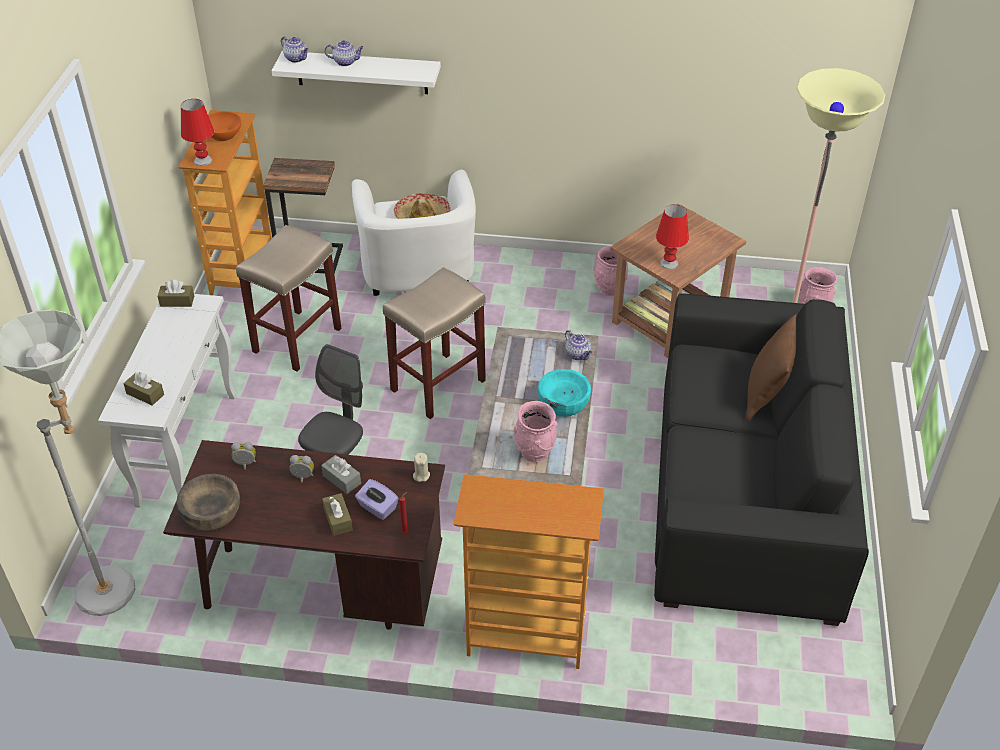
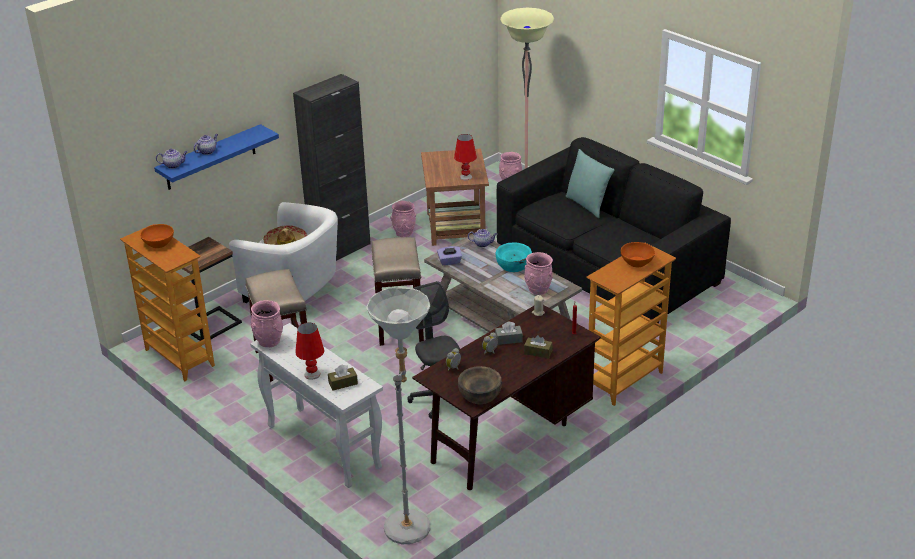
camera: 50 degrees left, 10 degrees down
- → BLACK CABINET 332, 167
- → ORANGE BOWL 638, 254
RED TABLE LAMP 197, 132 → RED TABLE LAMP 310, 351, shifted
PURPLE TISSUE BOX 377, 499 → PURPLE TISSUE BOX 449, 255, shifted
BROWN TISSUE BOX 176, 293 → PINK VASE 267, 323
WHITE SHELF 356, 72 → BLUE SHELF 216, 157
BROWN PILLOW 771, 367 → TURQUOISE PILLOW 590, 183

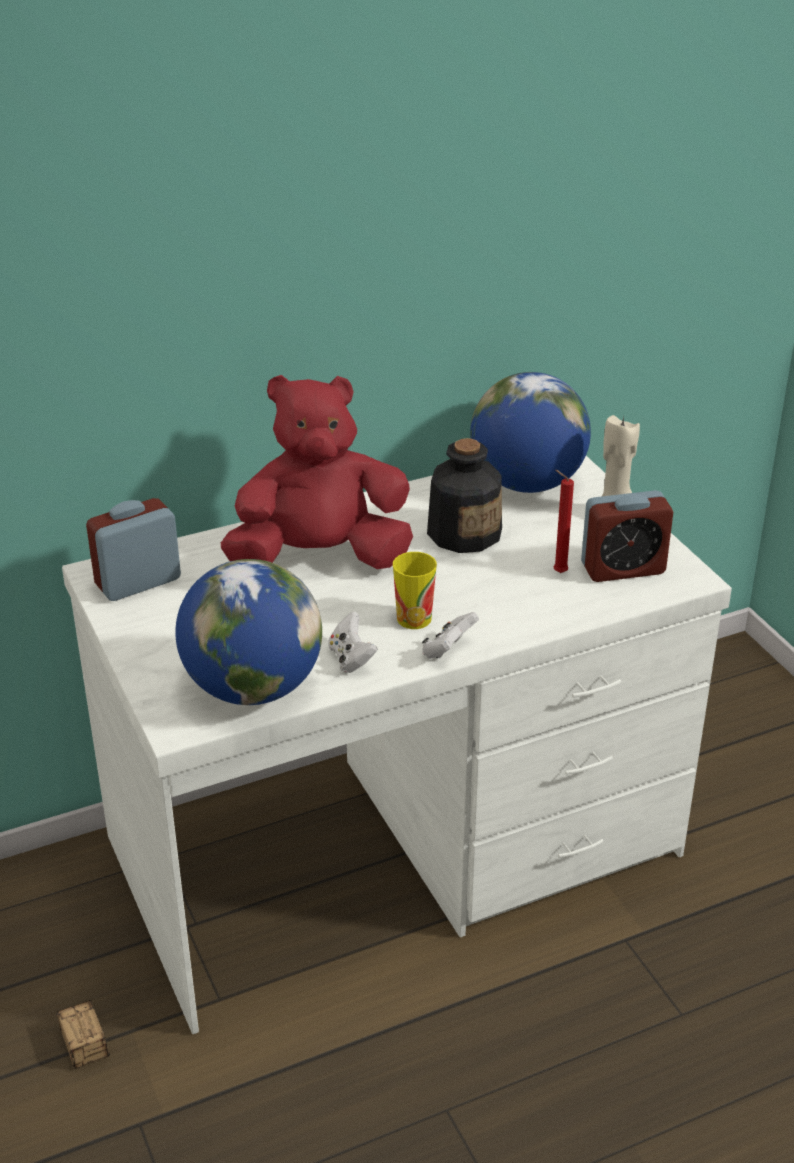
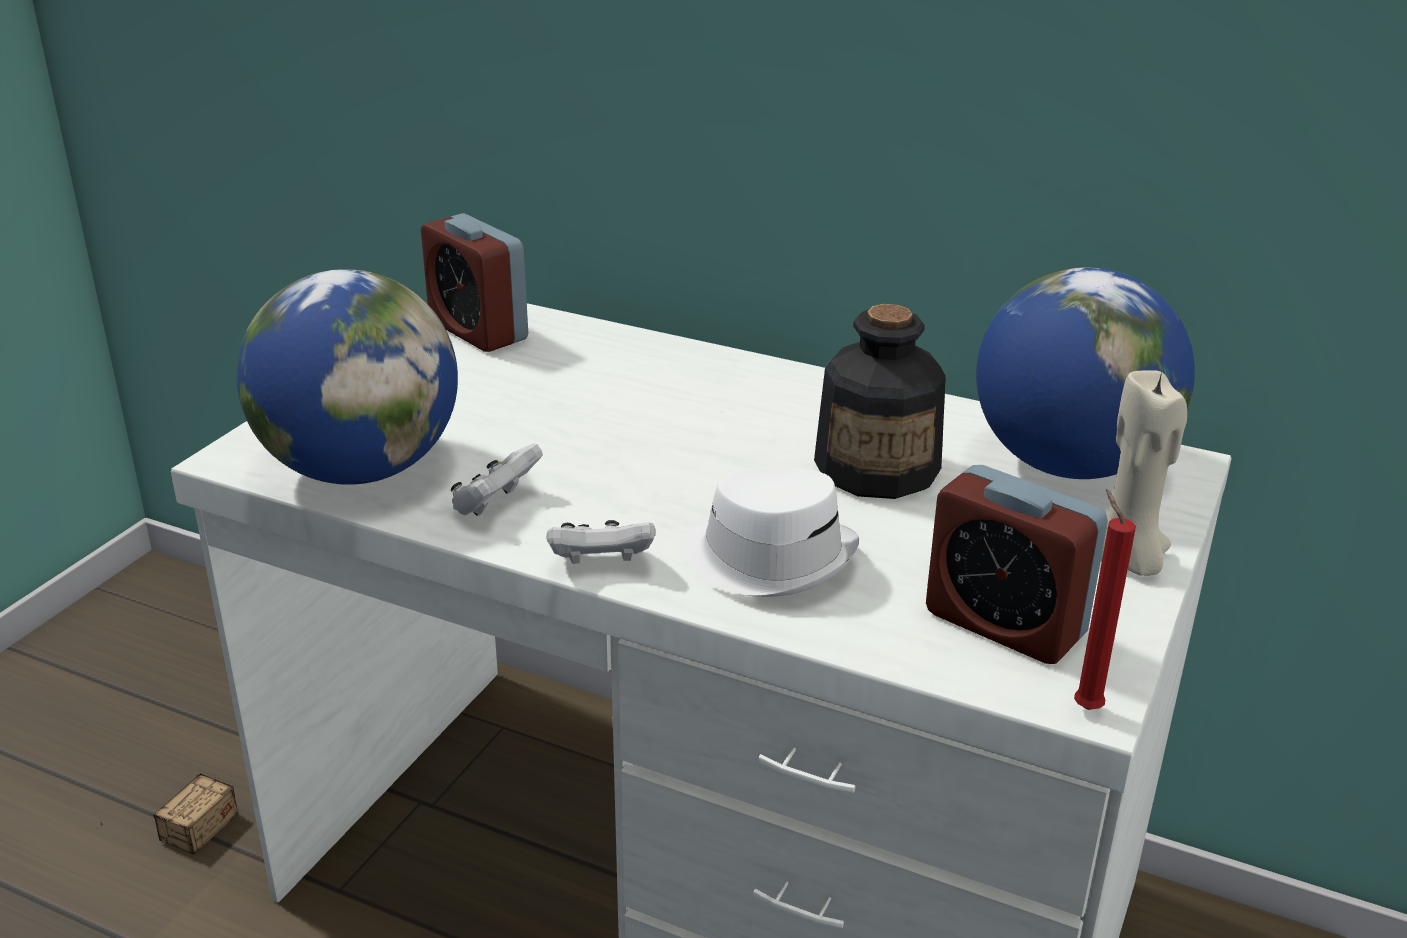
camera: 50 degrees right, 5 degrees down
RED PLUSH TOY 317, 472 → -
CUP 415, 590 → -
- → WHITE HAT 771, 532
RED CANDLE 564, 521 → RED CANDLE 1105, 599, shifted
ALARM CLOCK 133, 549 → ALARM CLOCK 474, 282, 150 degrees counterclockwise

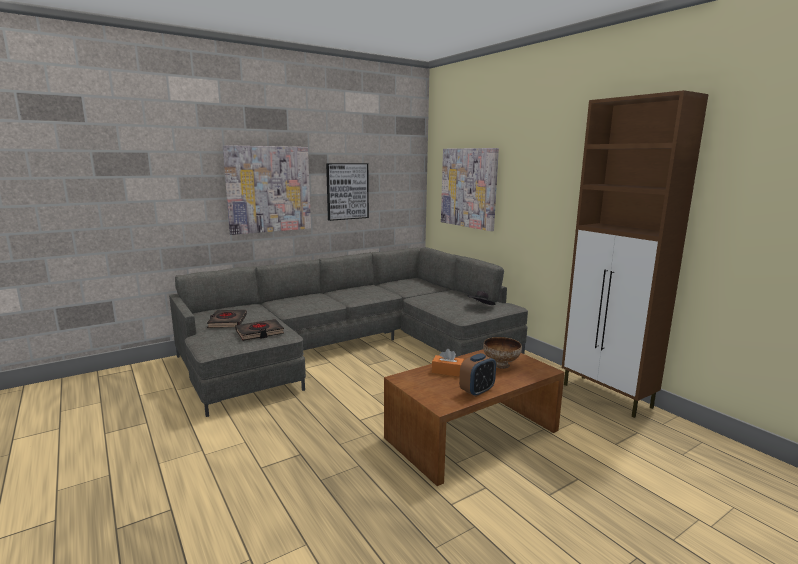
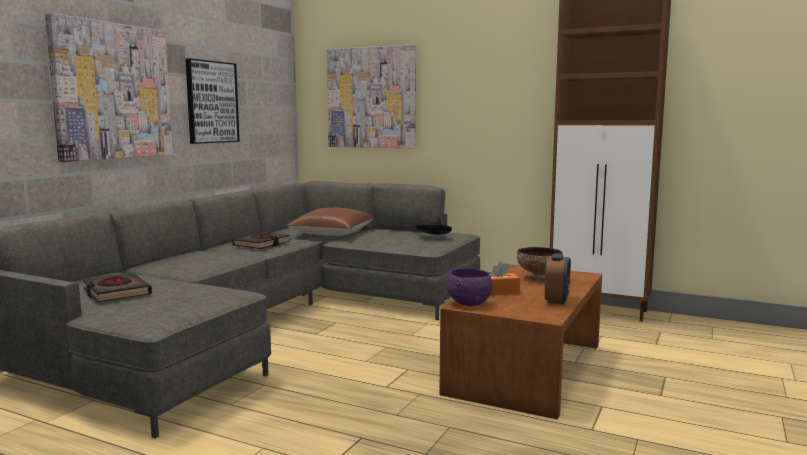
camera: 30 degrees left, 5 degrees down
- → BROWN PILLOW 330, 221
- → PURPLE BOWL 469, 287
BLACK BOOK 259, 330 → BLACK BOOK 261, 240, shifted

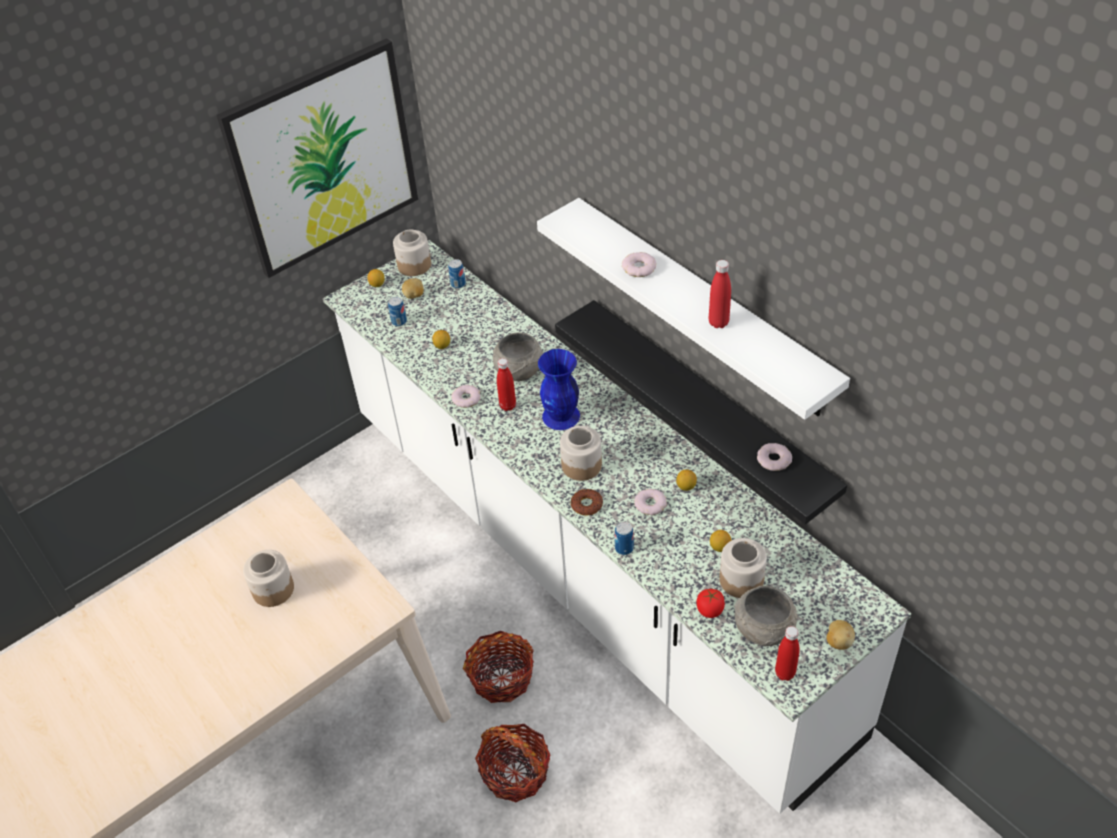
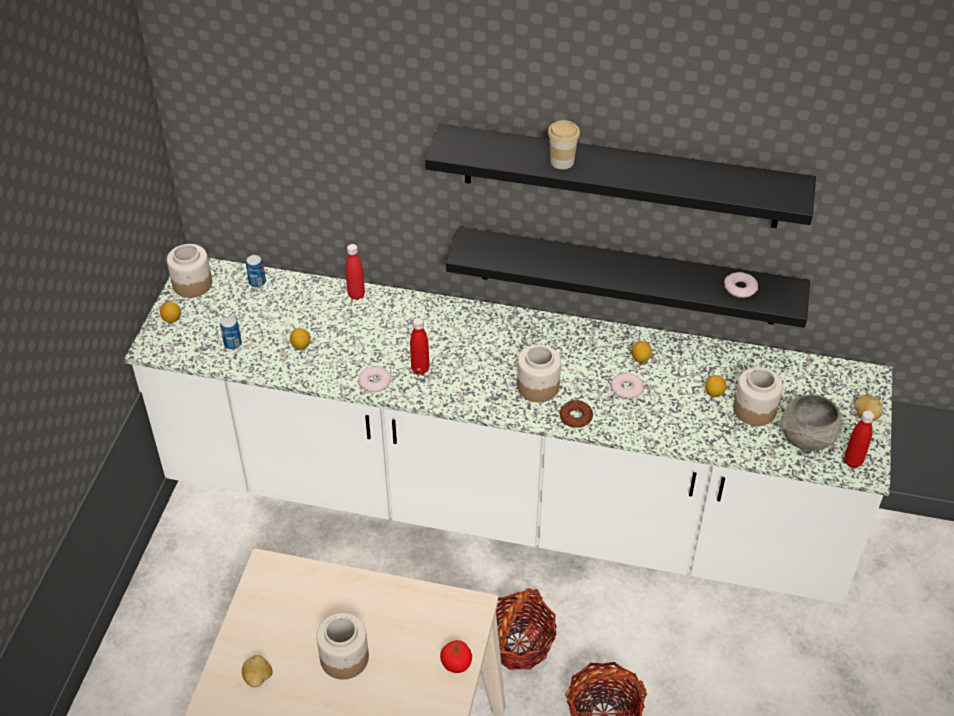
camera: 40 degrees left, 0 degrees up
PICTURE 317, 158 → -
GREY BOWL 518, 356 → -
BLUE VASE 559, 389 → -
CAN 624, 538 → -
POTATO 413, 288 → POTATO 257, 671, shifted
TOMATO 710, 603 → TOMATO 456, 656, shifted
RED BOTTLE 720, 294 → RED BOTTLE 355, 272, shifted
DONUT 639, 264 → CUP 564, 144
WHITE SHELF 693, 309 → BLACK SHELF 620, 176

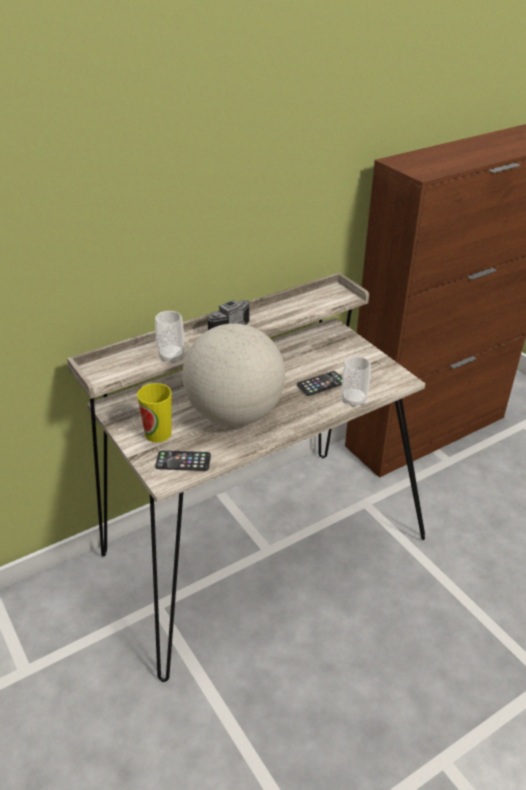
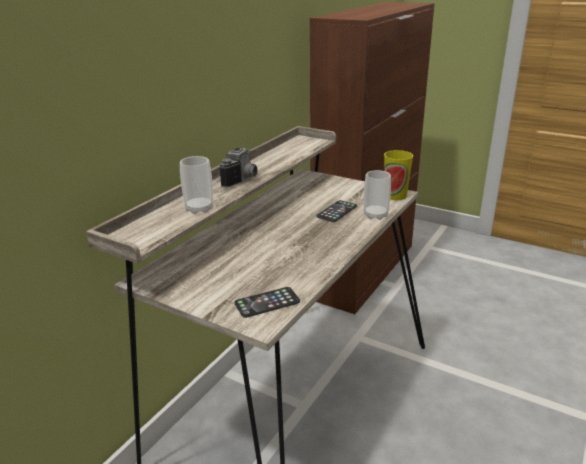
camera: 25 degrees left, 10 degrees down
GLOBE 234, 374 → -
CUP 154, 412 → CUP 398, 175, shifted

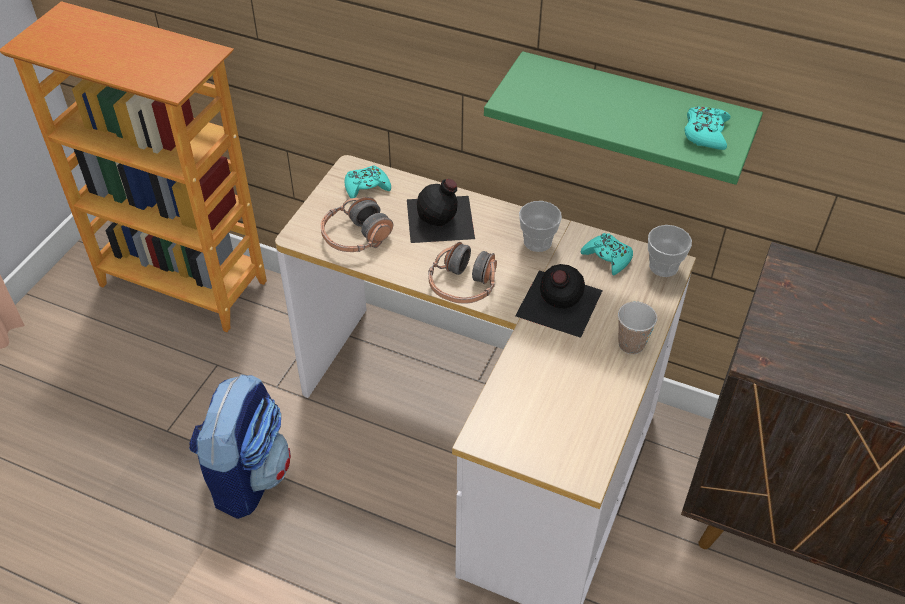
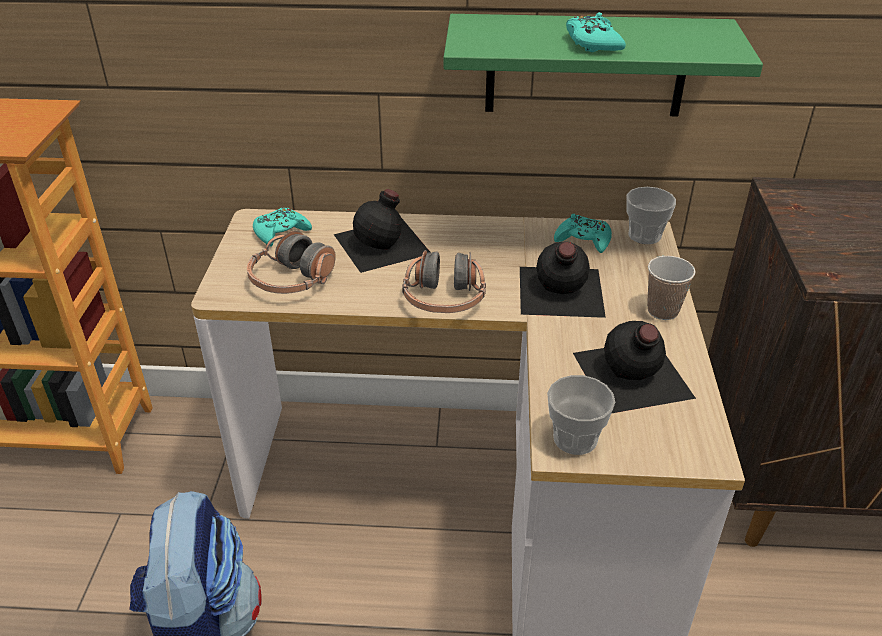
camera: 20 degrees left, 10 degrees down
- → BLACK BOTTLE 634, 367
CUP 540, 226 → CUP 581, 415, shifted
TURQUOISE GAME CONTROLLER 707, 128 → TURQUOISE GAME CONTROLLER 596, 32, shifted

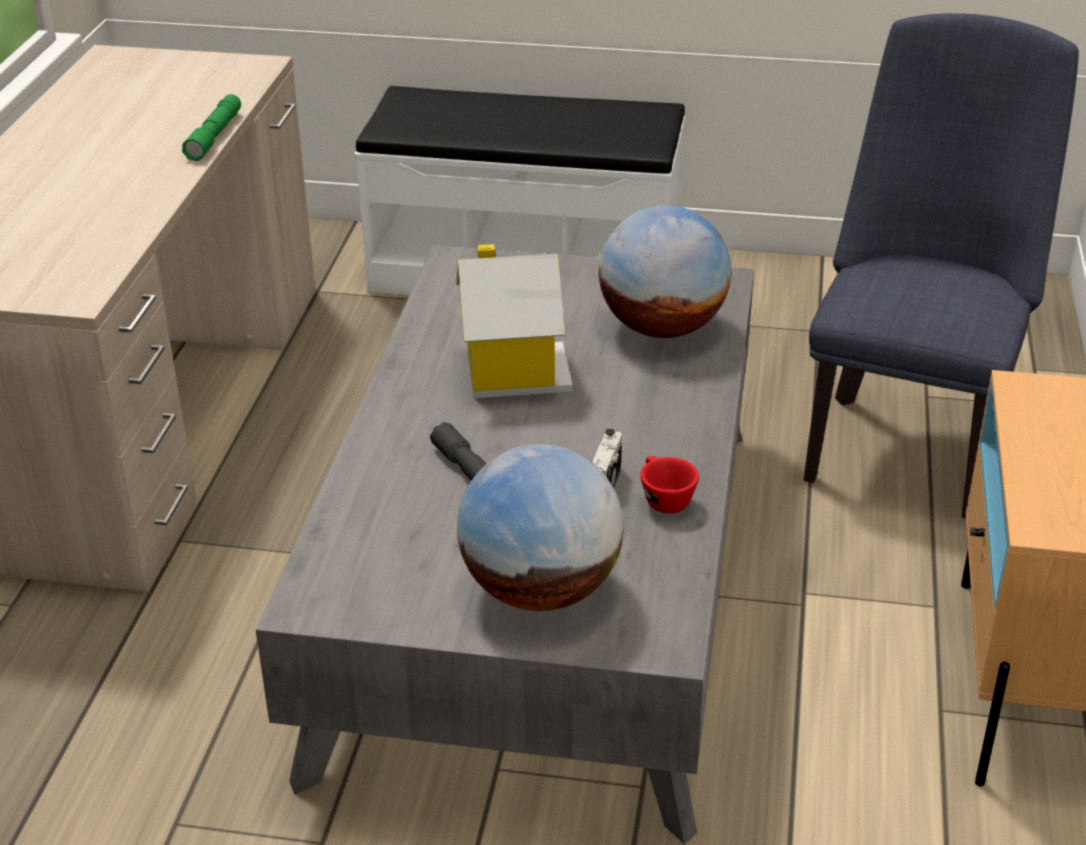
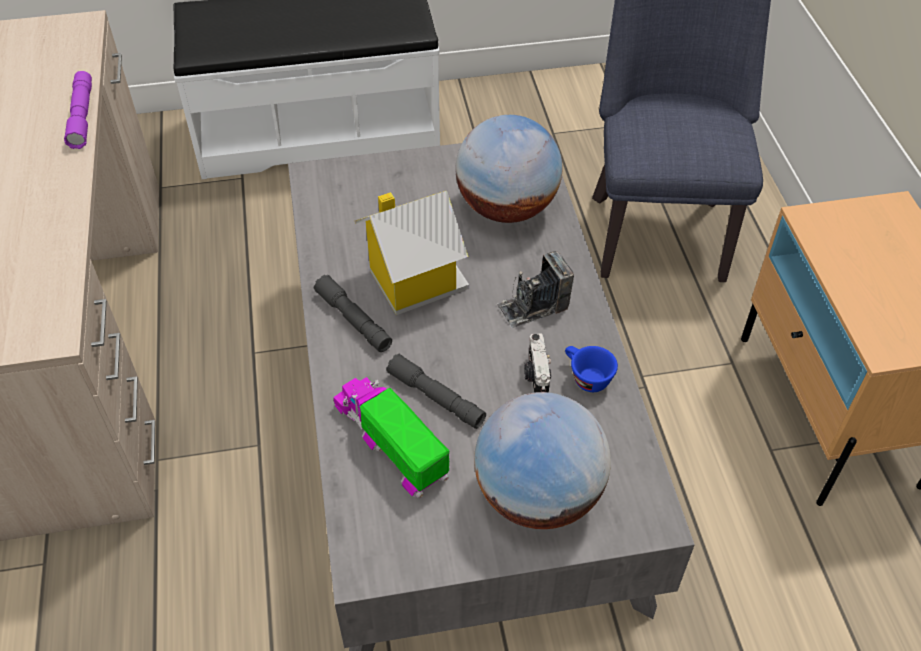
camera: 20 degrees left, 15 degrees up
- → GREY FLASHLIGHT 353, 313
- → TOY TRUCK 391, 437
- → PHOTO CAMERA 535, 289
GREEN FLASHLIGHT 211, 127 → PURPLE FLASHLIGHT 78, 110
RED CUP 669, 484 → BLUE CUP 591, 369

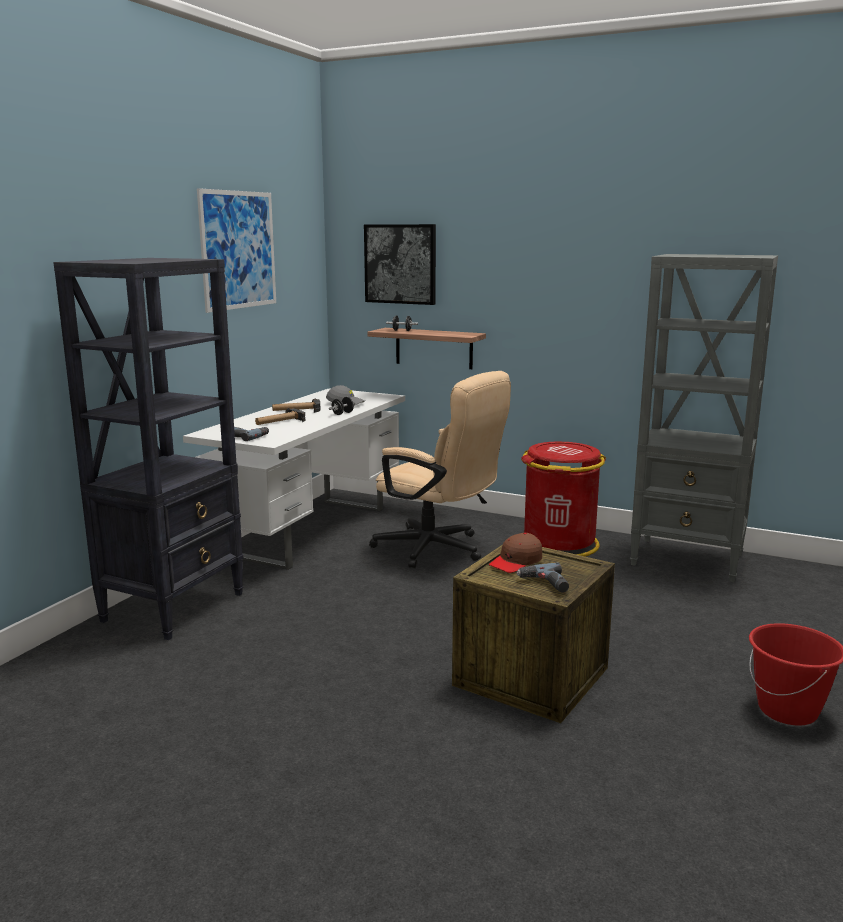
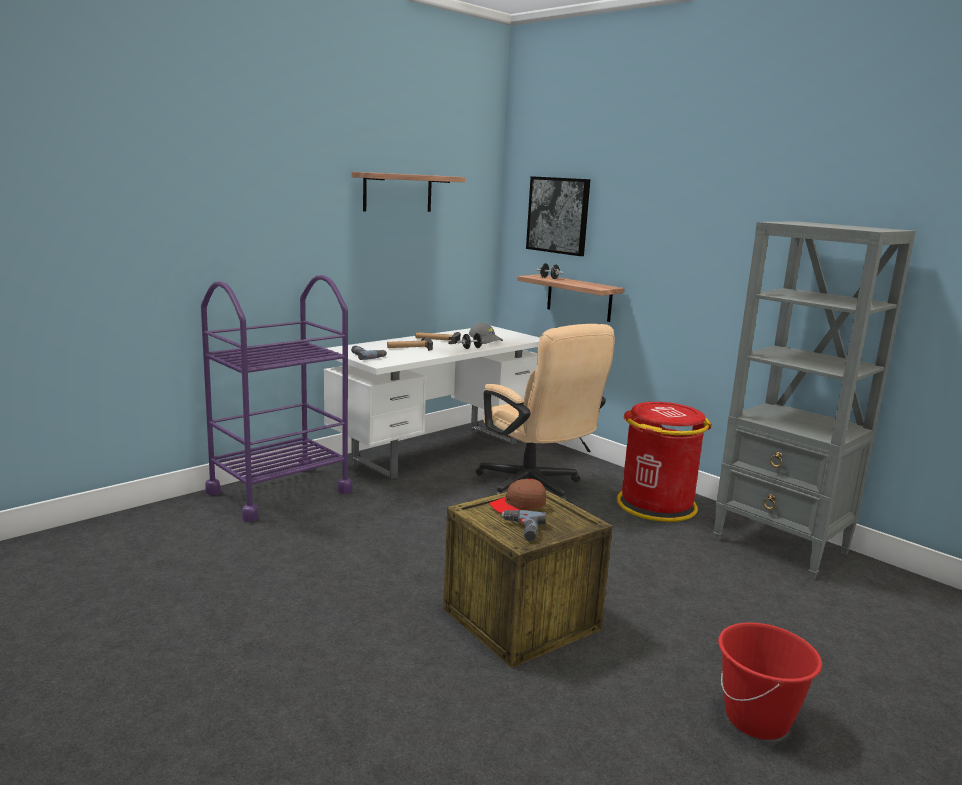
camera: 20 degrees right, 0 degrees up
BLACK BOOKCASE 148, 449 → PURPLE CART 276, 398
PICTURE 236, 250 → SHELF 408, 192

